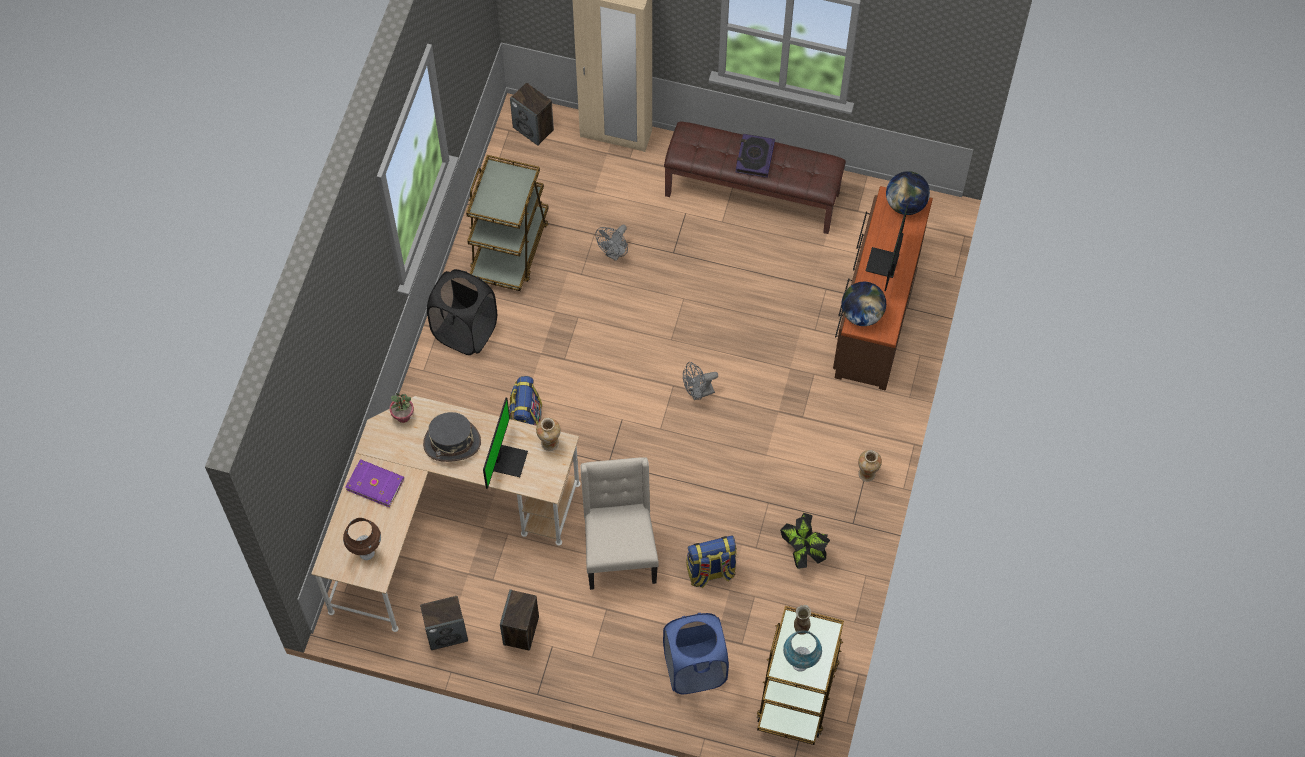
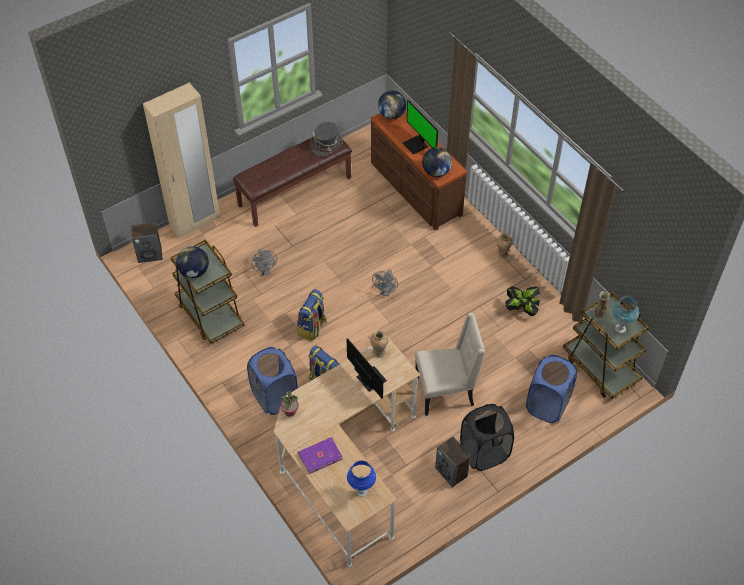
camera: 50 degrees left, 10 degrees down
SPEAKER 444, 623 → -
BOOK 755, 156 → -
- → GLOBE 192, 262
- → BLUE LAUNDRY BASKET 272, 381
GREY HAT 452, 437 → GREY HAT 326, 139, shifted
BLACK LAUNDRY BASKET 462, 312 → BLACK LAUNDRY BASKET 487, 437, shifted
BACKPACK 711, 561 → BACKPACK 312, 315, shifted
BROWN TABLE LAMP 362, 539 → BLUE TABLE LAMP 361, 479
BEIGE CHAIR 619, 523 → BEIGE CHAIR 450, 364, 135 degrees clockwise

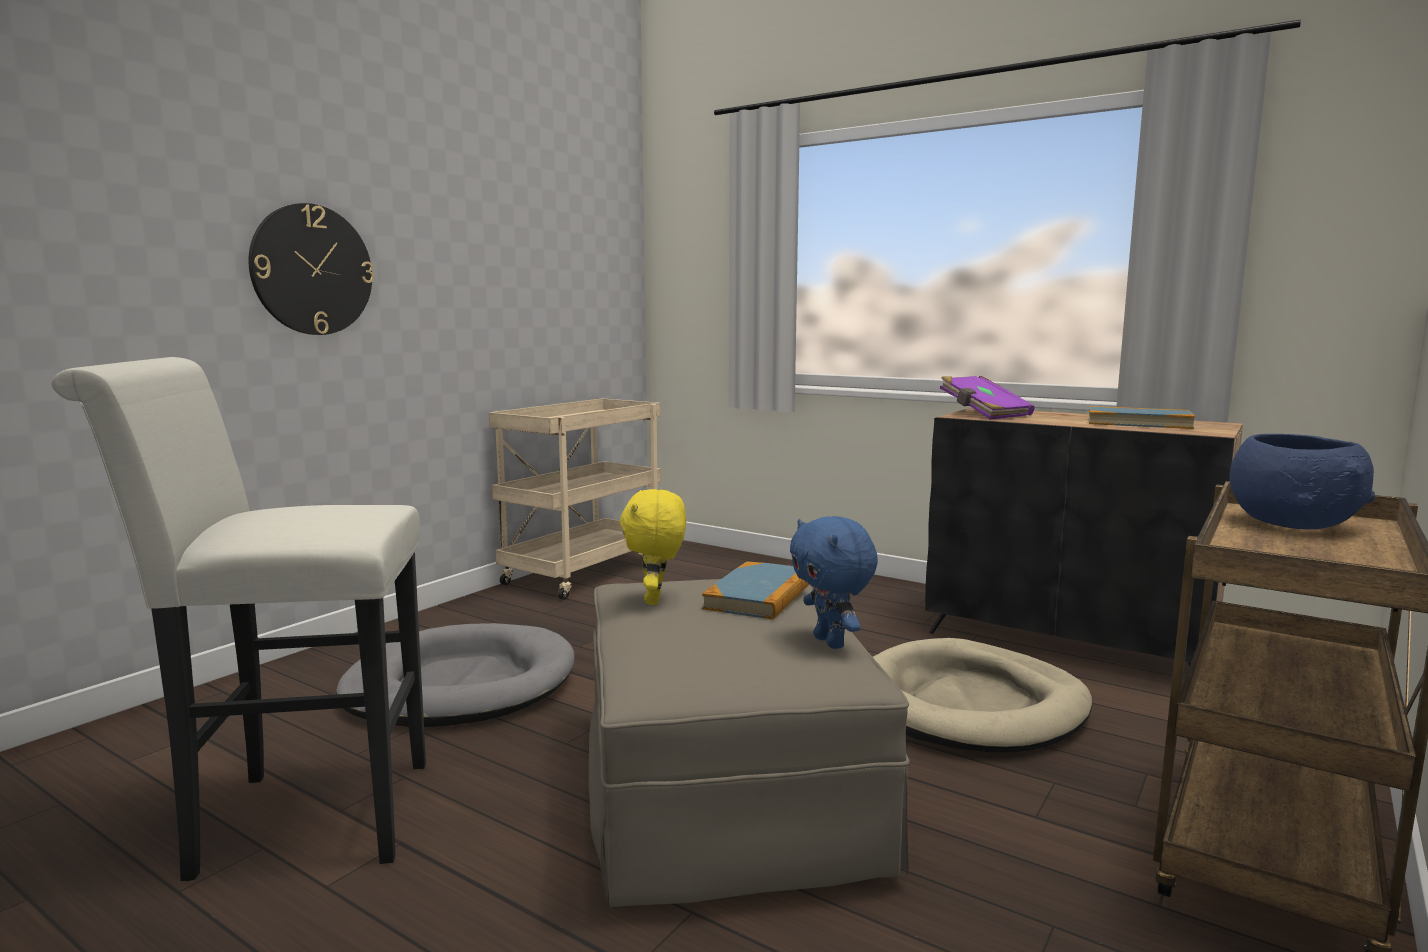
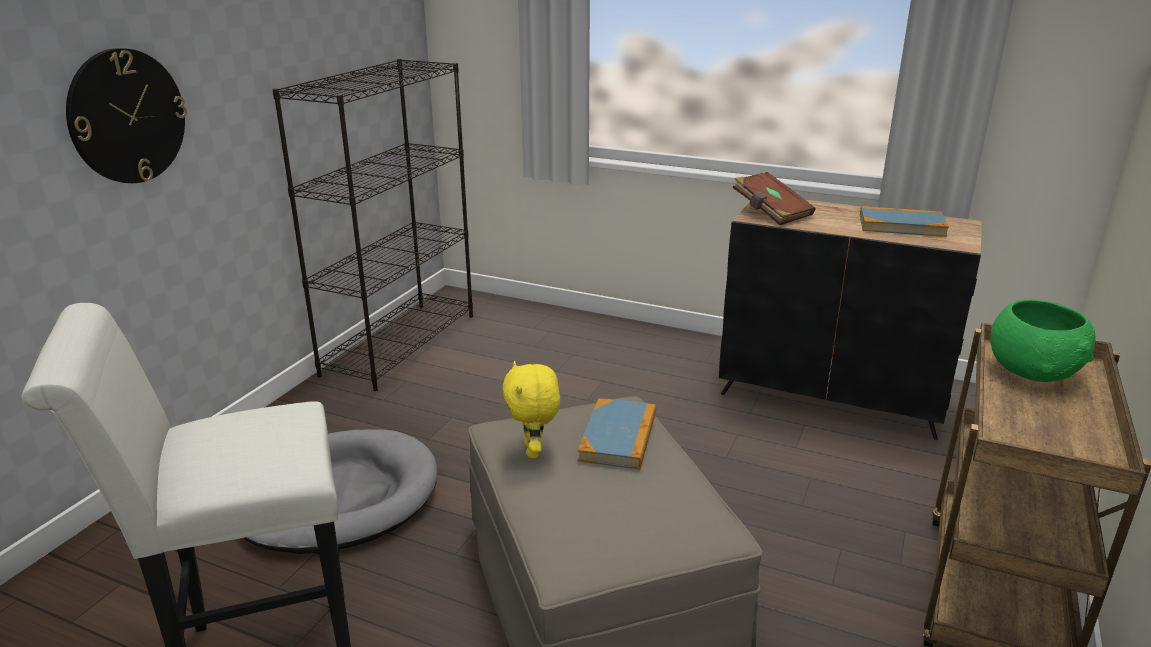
camera: 10 degrees left, 15 degrees up
BLUE PLUSH TOY 834, 582 → -
BEIGE DOG BED 983, 695 → -
BEIGE CART 575, 499 → BLACK BOOKCASE 373, 225
PURPLE BOOK 987, 398 → BROWN BOOK 774, 198
BLUE BOWL 1302, 481 → GREEN BOWL 1043, 341

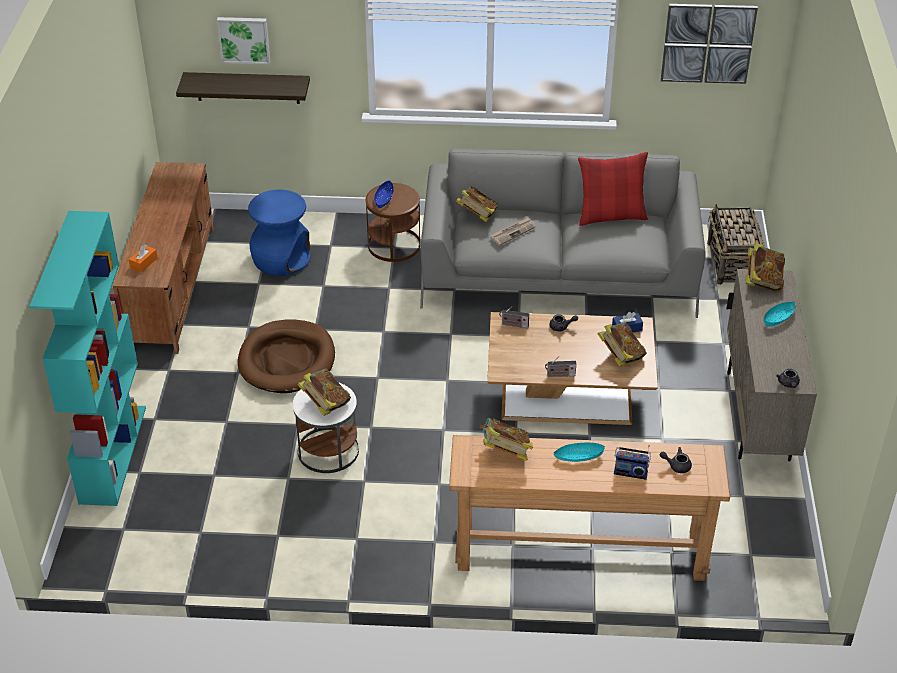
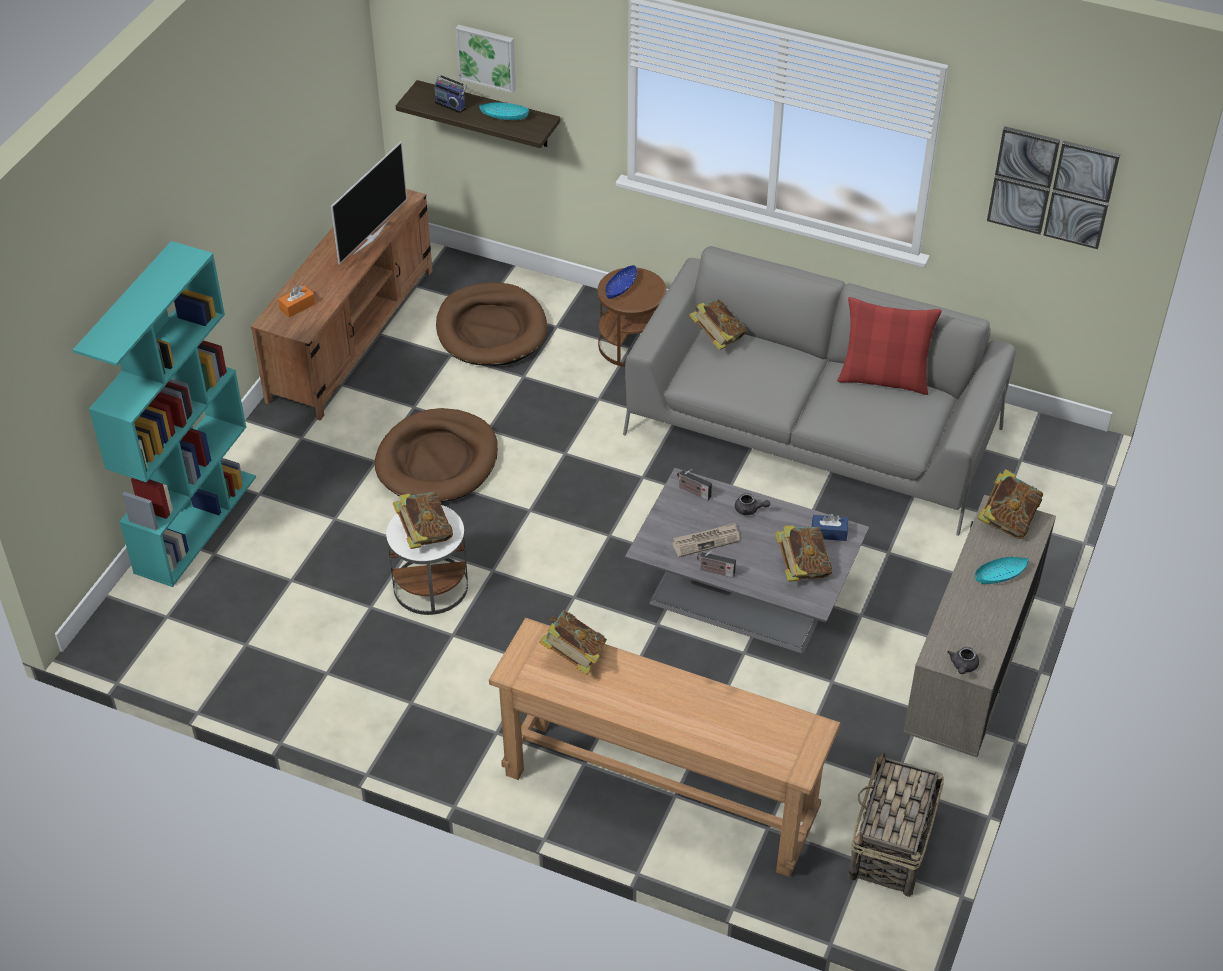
camera: 20 degrees right, 5 degrees up
GREY TEAPOT 676, 460 → -
- → TELEVISION 369, 203
NEWSPAPER 513, 231 → NEWSPAPER 706, 540, shifted
TURQUOISE BOWL 579, 452 → TURQUOISE BOWL 504, 111, shifted
RADIO 632, 462 → RADIO 450, 93, shifted
BASKET 736, 244 → BASKET 896, 825, shifted
BLUE STOOL 279, 232 → BROWN DOG BED 491, 324
BROWN COFFEE TABLE 572, 368 → GREY COFFEE TABLE 747, 561

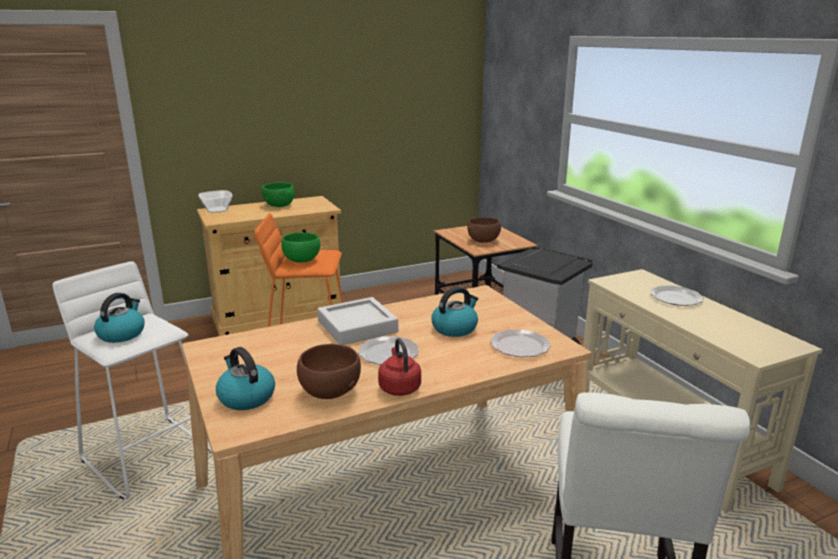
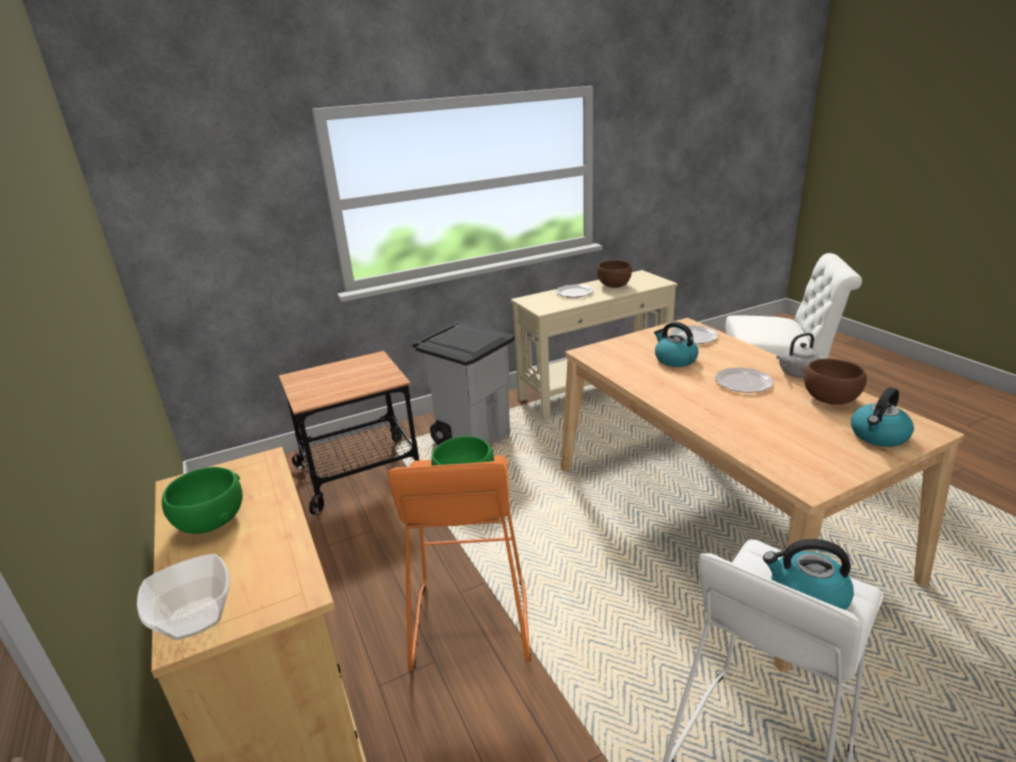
camera: 90 degrees left, 5 degrees up
GREY TRAY 358, 321 → -
BROWN BOWL 484, 230 → BROWN BOWL 614, 274, shifted
RED KETTLE 399, 367 → GREY KETTLE 798, 355

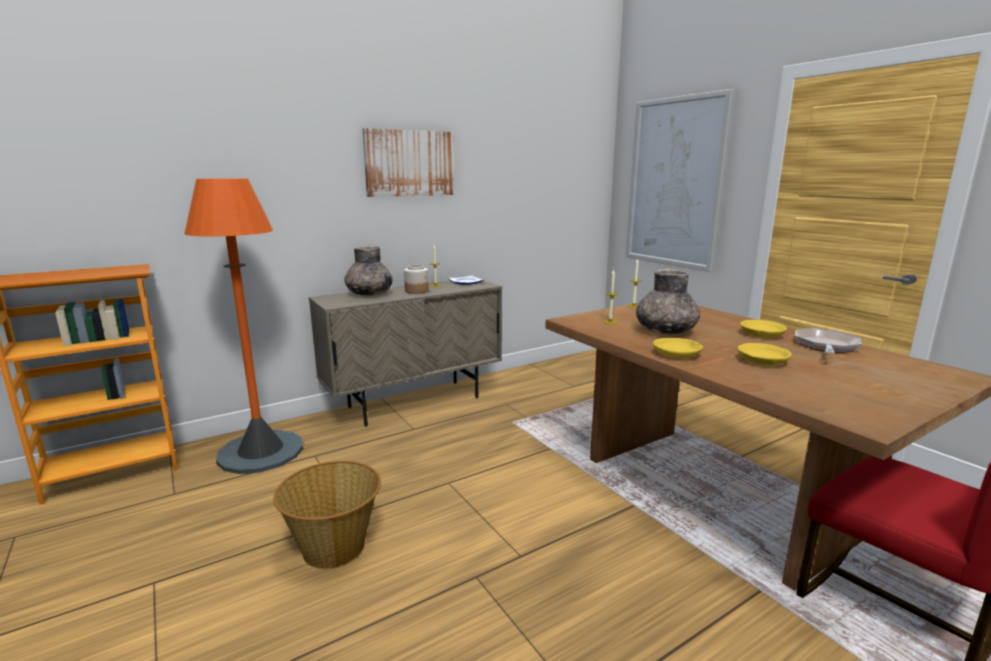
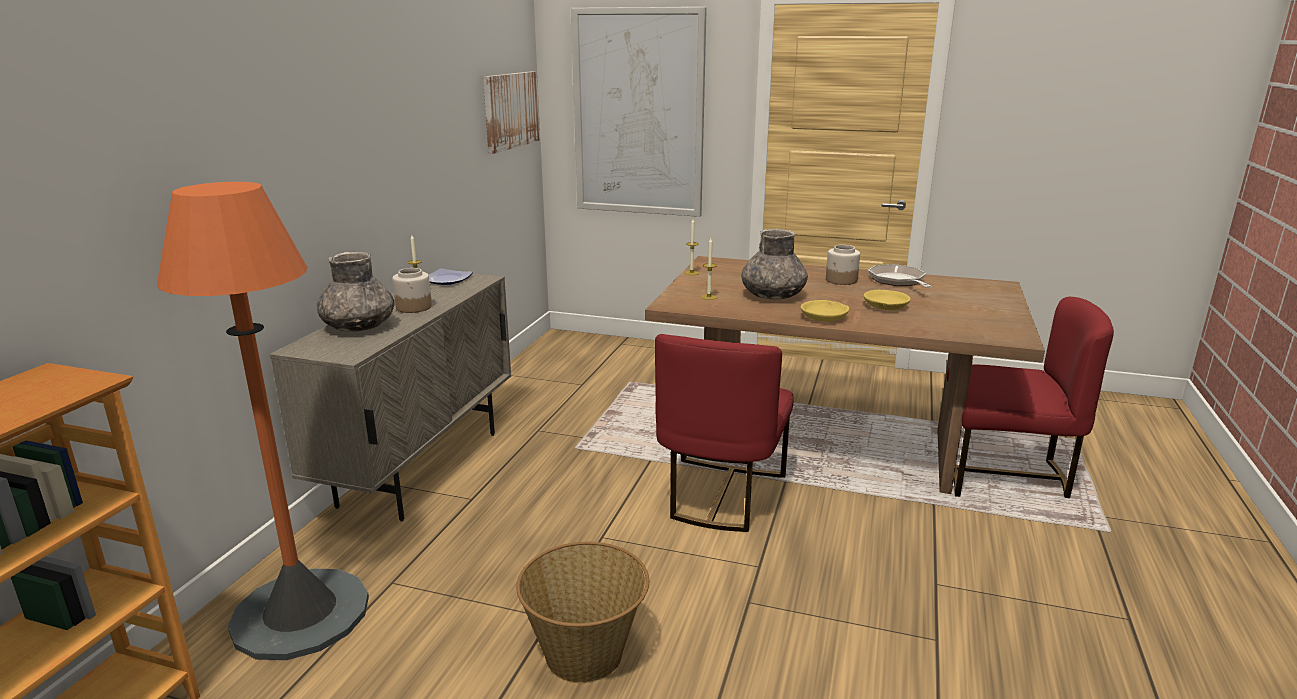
camera: 40 degrees left, 5 degrees up
- → RED CHAIR 724, 433
PICTURE 408, 162 → PICTURE 511, 112, shifted
YELLOW BOWL 763, 329 → JAR 843, 265

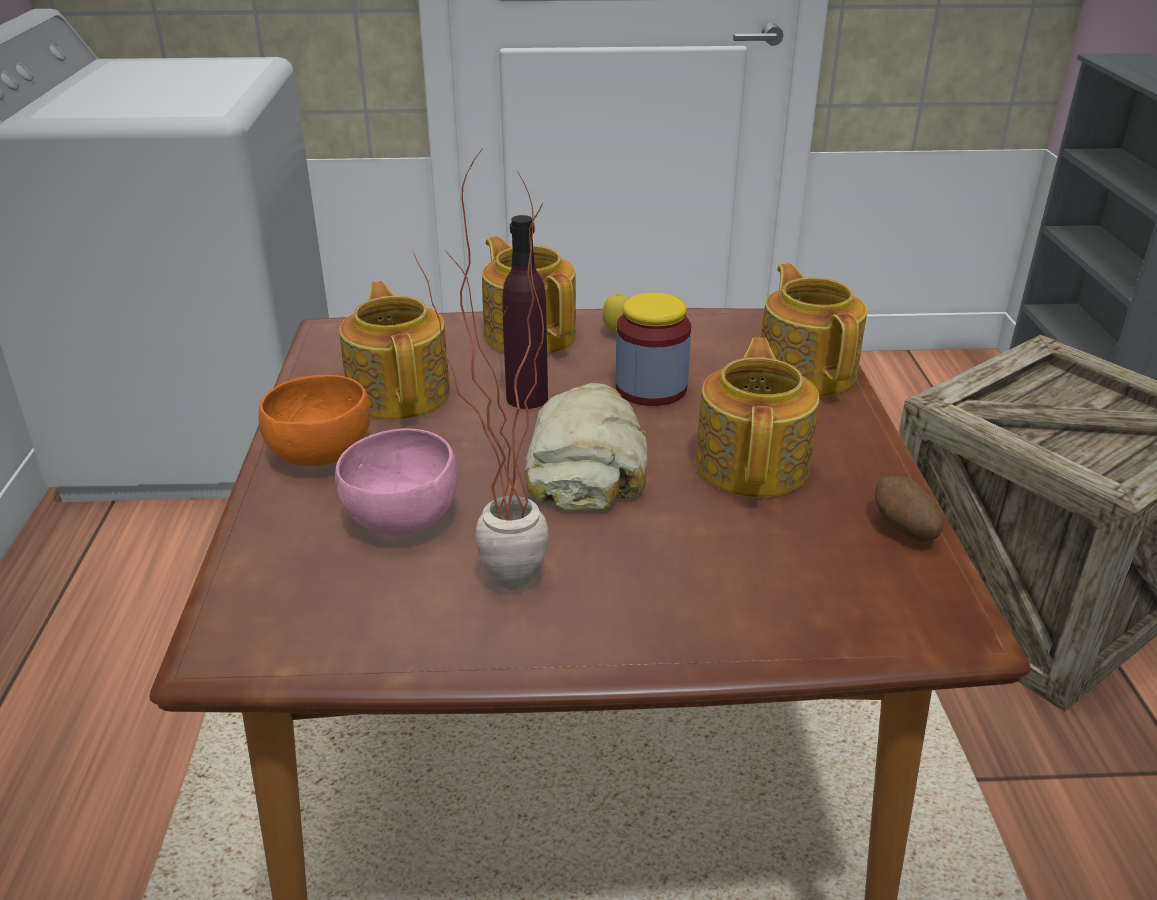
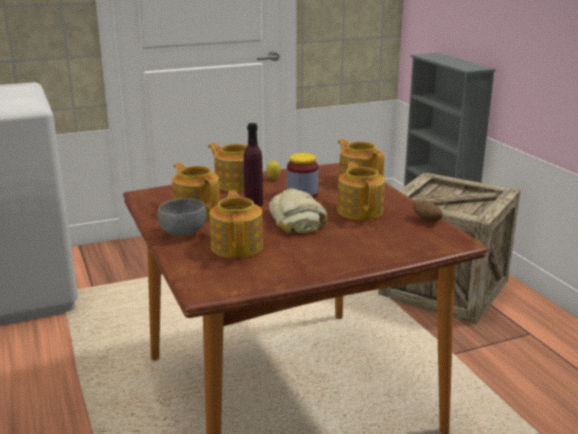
camera: 20 degrees left, 10 degrees down
POTTED PLANT 480, 368 → -
PINK BOWL 396, 482 → TEAPOT 236, 224
ORANGE BOWL 314, 420 → GREY BOWL 181, 217

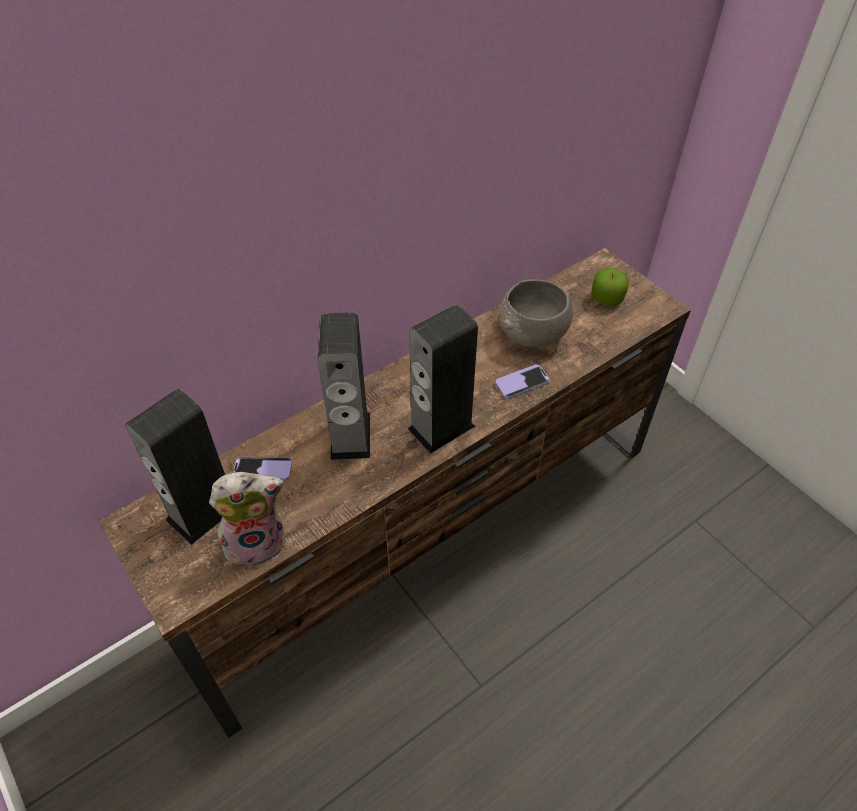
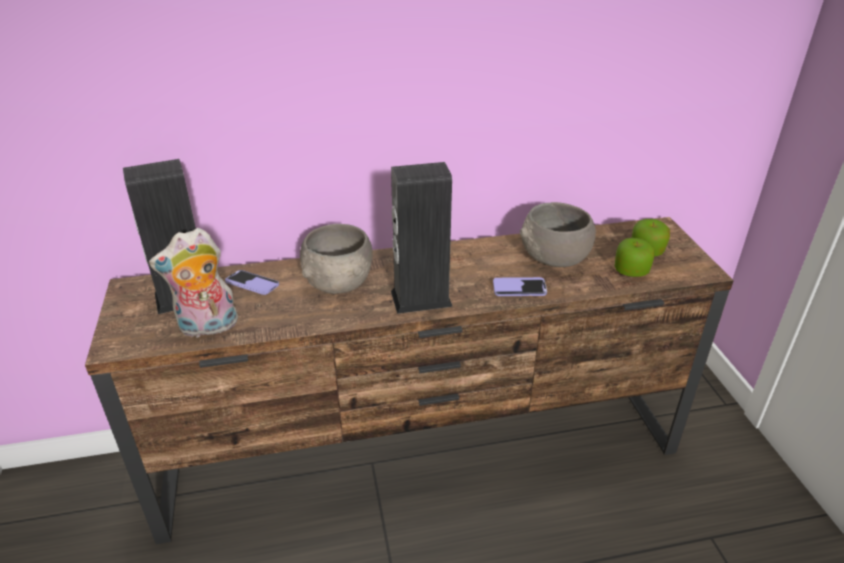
camera: 25 degrees right, 15 degrees down
- → APPLE 635, 257
SPEAKER 344, 386 → GREY BOWL 336, 259
PLUSH TOY 247, 521 → PLUSH TOY 193, 283, 150 degrees clockwise

